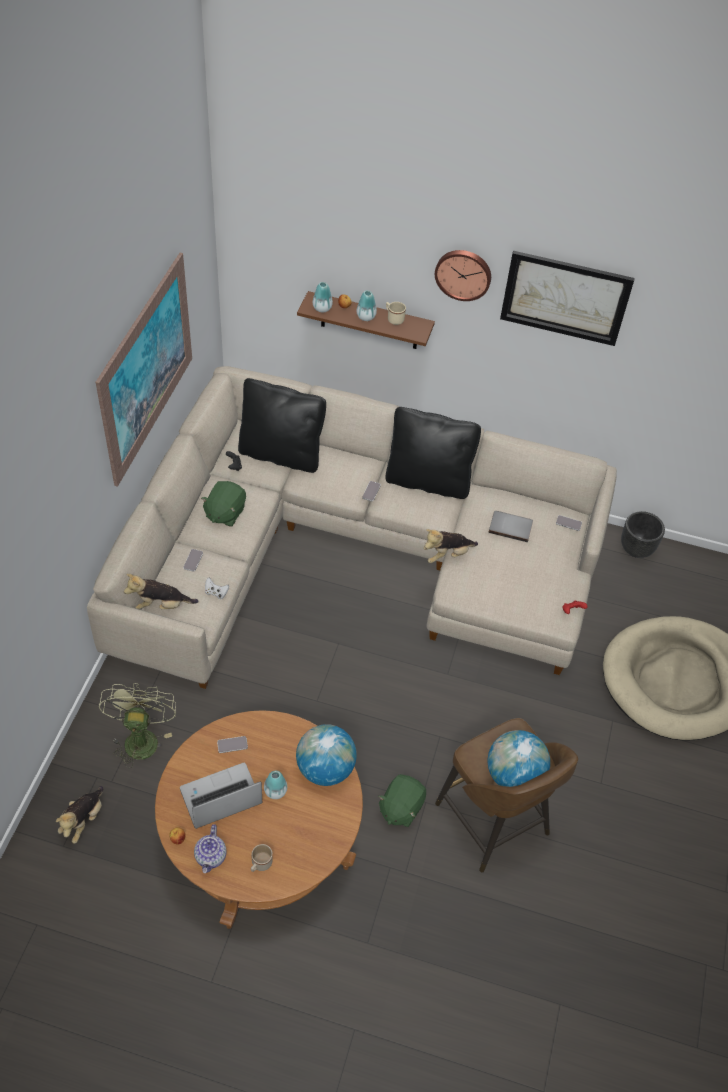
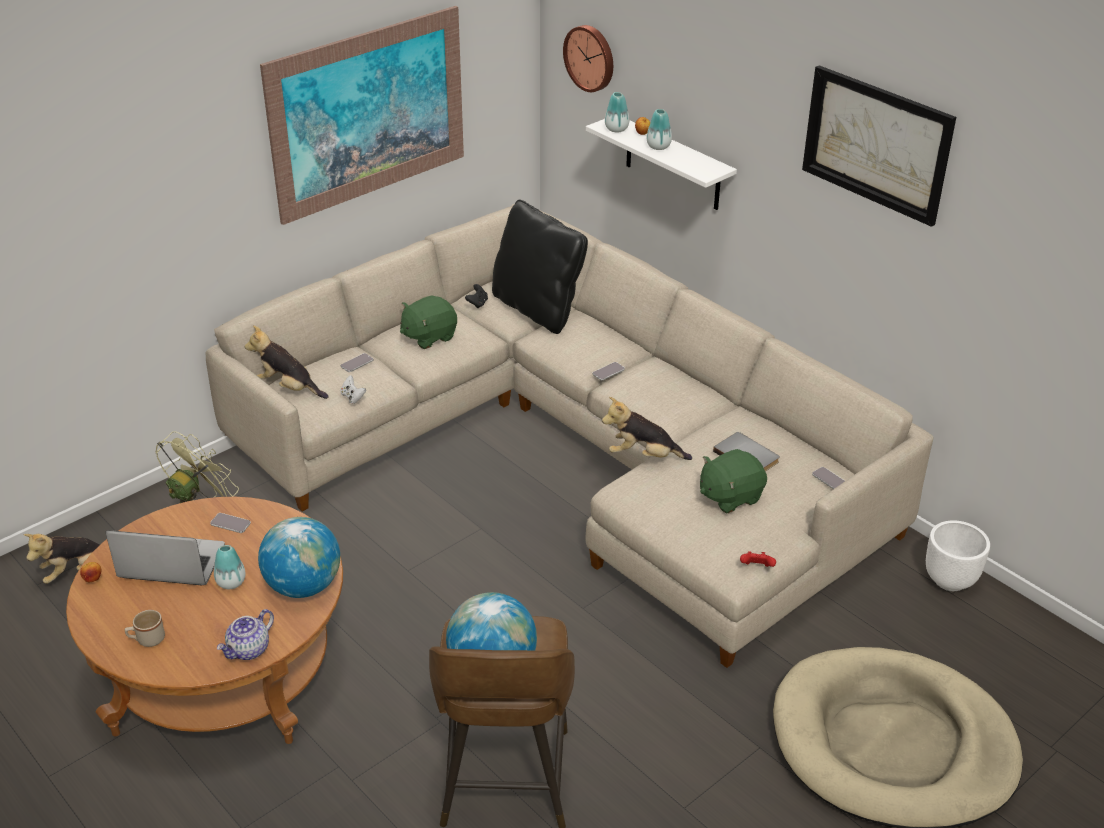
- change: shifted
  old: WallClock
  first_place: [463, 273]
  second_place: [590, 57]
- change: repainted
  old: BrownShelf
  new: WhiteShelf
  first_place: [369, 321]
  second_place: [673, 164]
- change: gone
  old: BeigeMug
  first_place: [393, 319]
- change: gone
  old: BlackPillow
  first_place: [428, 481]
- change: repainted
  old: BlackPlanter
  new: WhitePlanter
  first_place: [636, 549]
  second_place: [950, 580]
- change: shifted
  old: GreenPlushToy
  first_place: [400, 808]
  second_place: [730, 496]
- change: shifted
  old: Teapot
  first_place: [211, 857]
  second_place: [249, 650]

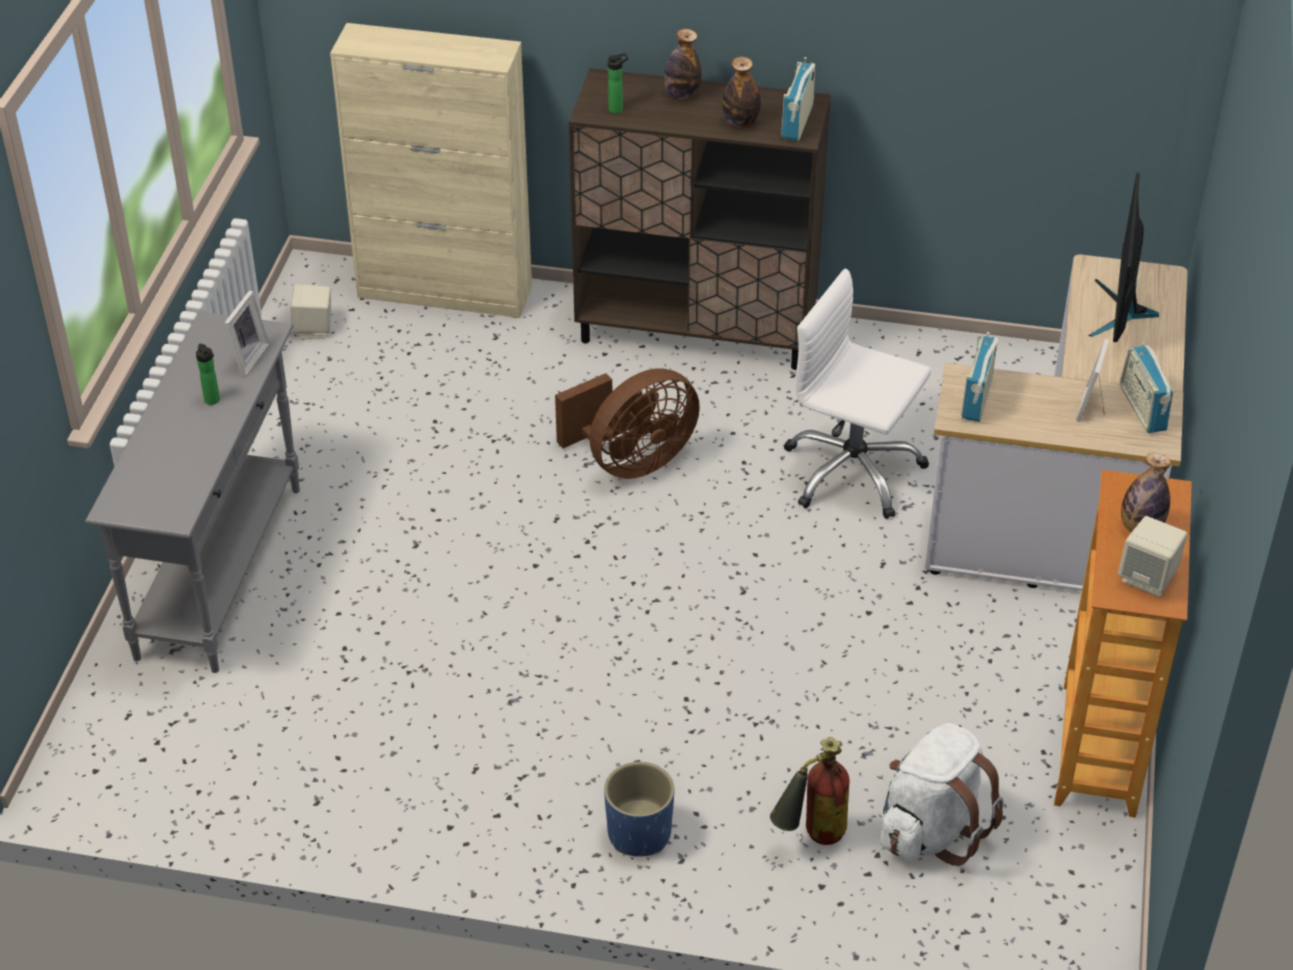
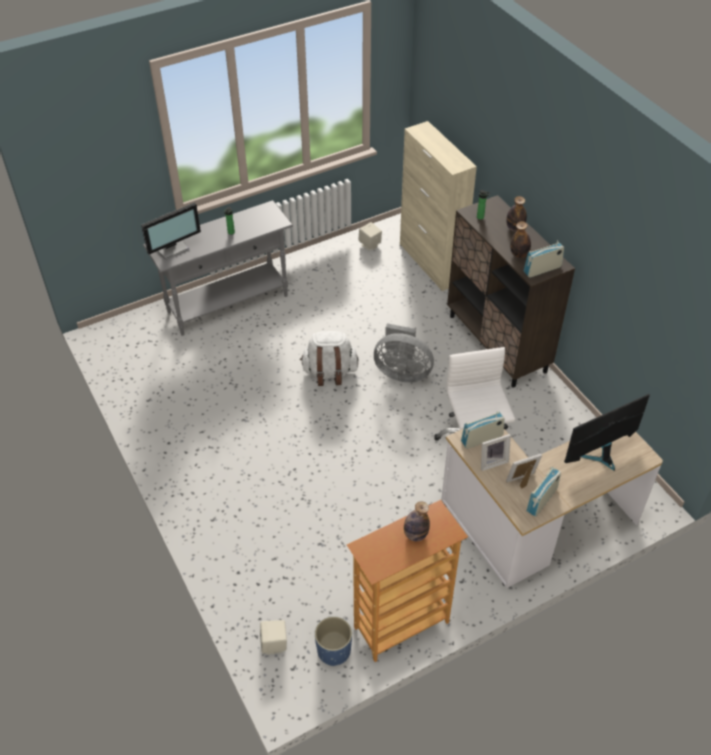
- change: shifted
  old: PictureFrame
  first_place: [246, 357]
  second_place: [492, 461]
- change: repainted
  old: BrownFan
  new: GreyFan
  first_place: [632, 461]
  second_place: [402, 372]
- change: shifted
  old: BeigeSpeaker
  first_place: [1148, 578]
  second_place: [274, 644]
- change: shifted
  old: WhiteBackpack
  first_place: [931, 829]
  second_place: [330, 372]
- change: gone
  old: FireExtinguisher
  first_place: [811, 838]
- change: shifted
  old: BluePlanter
  first_place: [639, 834]
  second_place: [334, 651]
- change: new
  new: Monitor
  second_place: [172, 248]

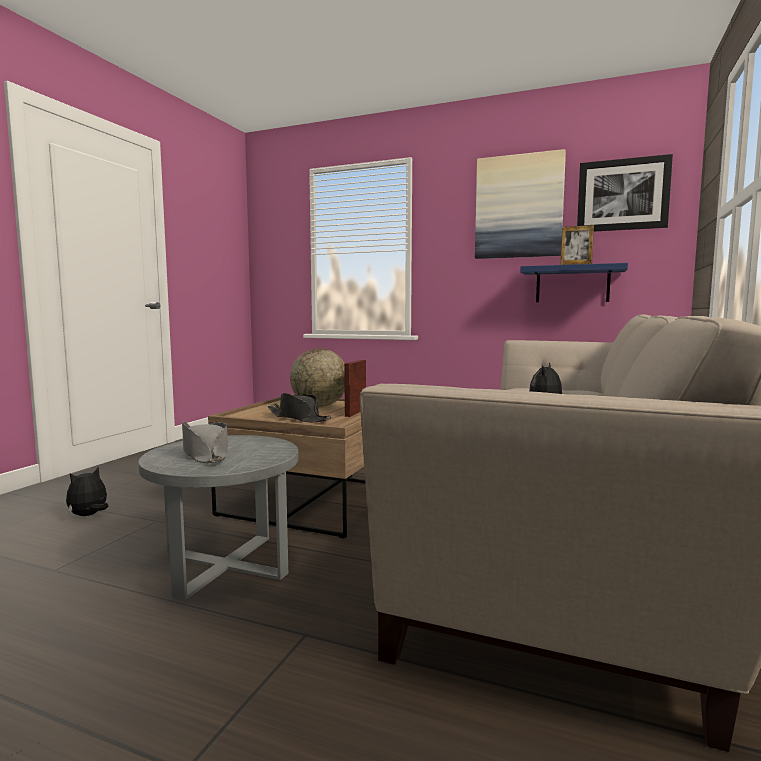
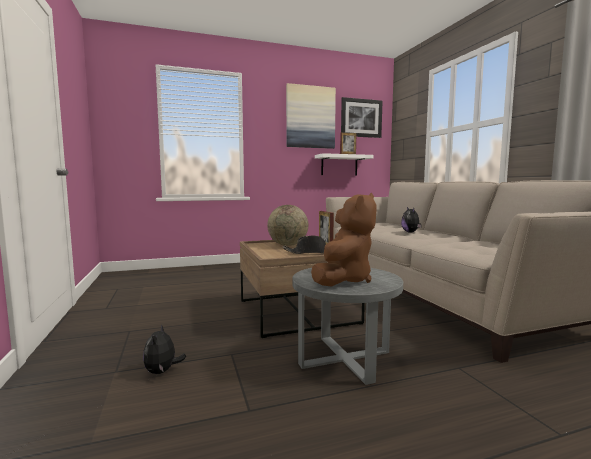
- change: repainted
  old: BlueShelf
  new: WhiteShelf
  first_place: [572, 284]
  second_place: [339, 165]
- change: swapped
  old: GreyHat
  new: BrownPlushToy
  first_place: [205, 453]
  second_place: [343, 280]

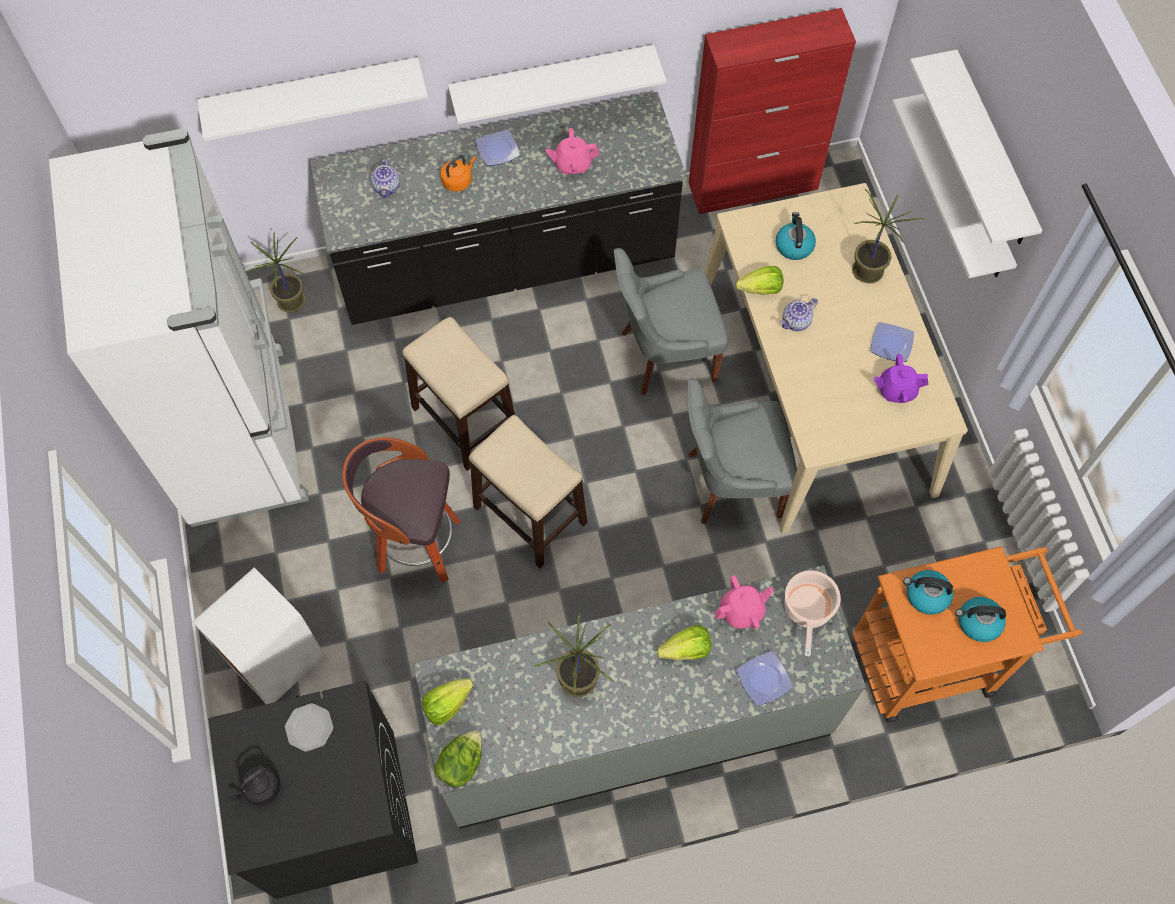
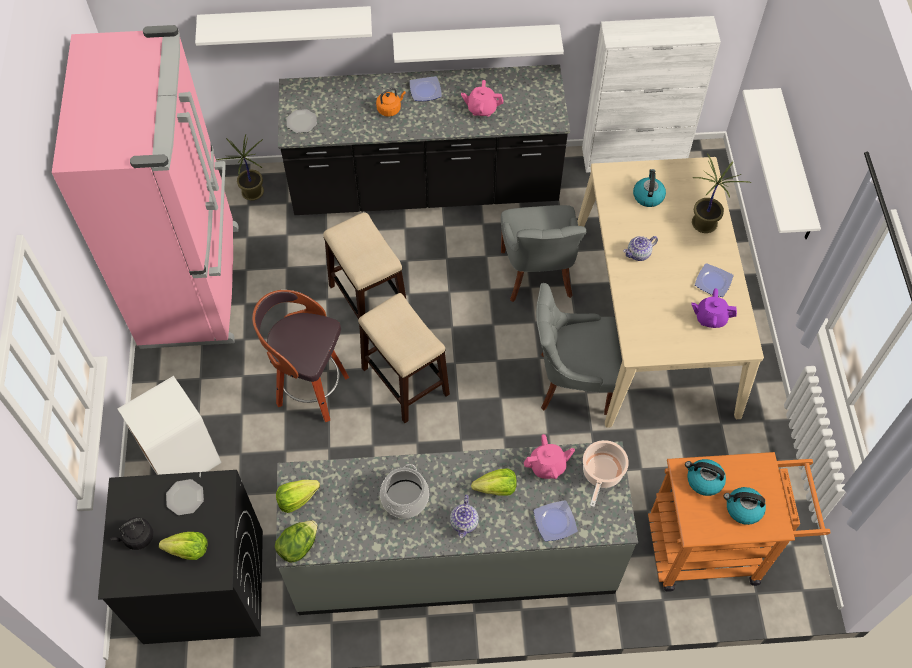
- change: repainted
  old: RedCabinet
  new: WhiteCabinet
  first_place: [754, 186]
  second_place: [634, 157]
- change: gone
  old: WhiteShelf
  first_place: [991, 152]
- change: repainted
  old: WhiteFridge
  new: PinkFridge
  first_place: [241, 433]
  second_place: [193, 285]
- change: shifted
  old: Teapot
  first_place: [387, 187]
  second_place: [464, 523]
- change: rotated
  old: GreyChair
  first_place: [665, 355]
  second_place: [537, 275]
  degrees: -90
- change: shifted
  old: Lettuce
  first_place: [761, 289]
  second_place: [188, 550]
- change: swapped
  old: PottedPlant
  new: CookingPot
  first_place: [578, 681]
  second_place: [405, 498]
- change: new
  new: Plate
  second_place: [301, 122]

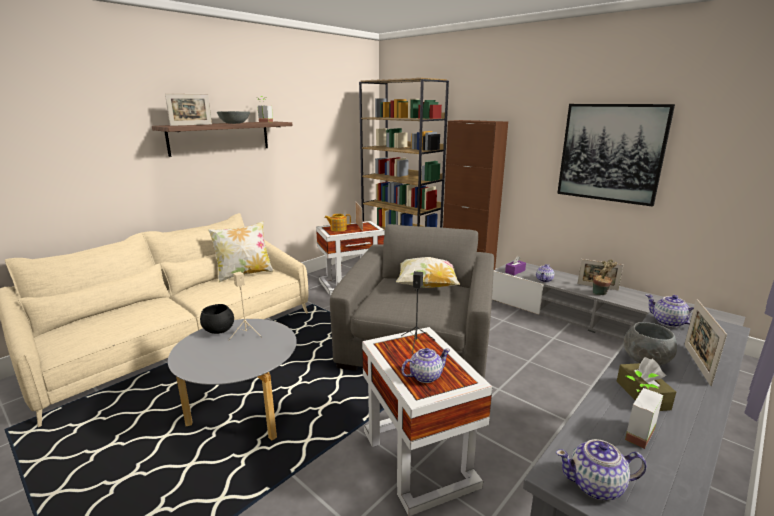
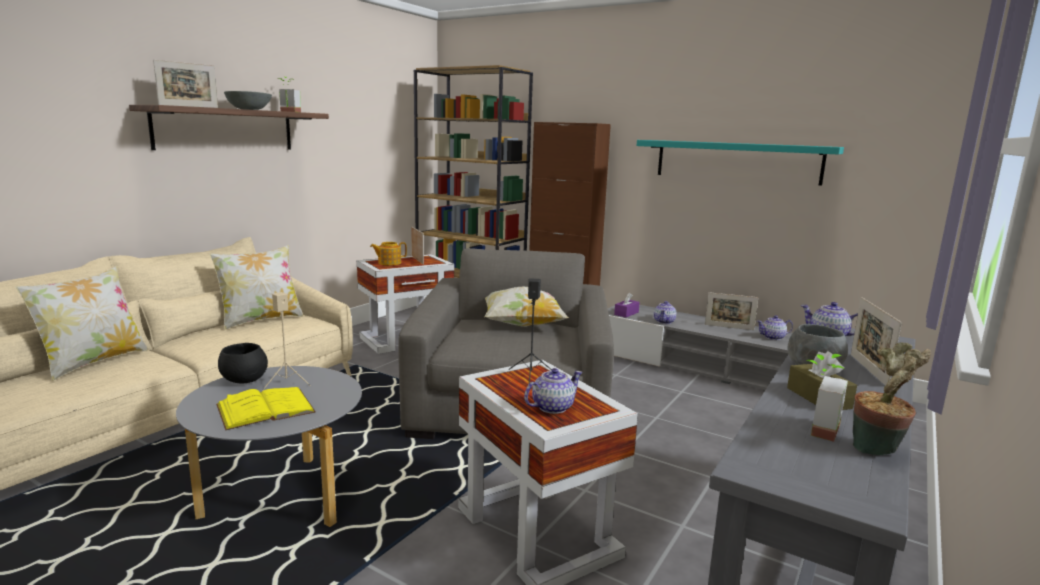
- change: swapped
  old: Picture
  new: TurquoiseShelf
  first_place: [611, 153]
  second_place: [736, 161]
- change: shifted
  old: PottedPlant
  first_place: [600, 294]
  second_place: [878, 451]
- change: shifted
  old: Teapot
  first_place: [596, 485]
  second_place: [773, 337]
- change: new
  new: Pillow
  second_place: [93, 362]
- change: new
  new: YellowBook
  second_place: [265, 408]

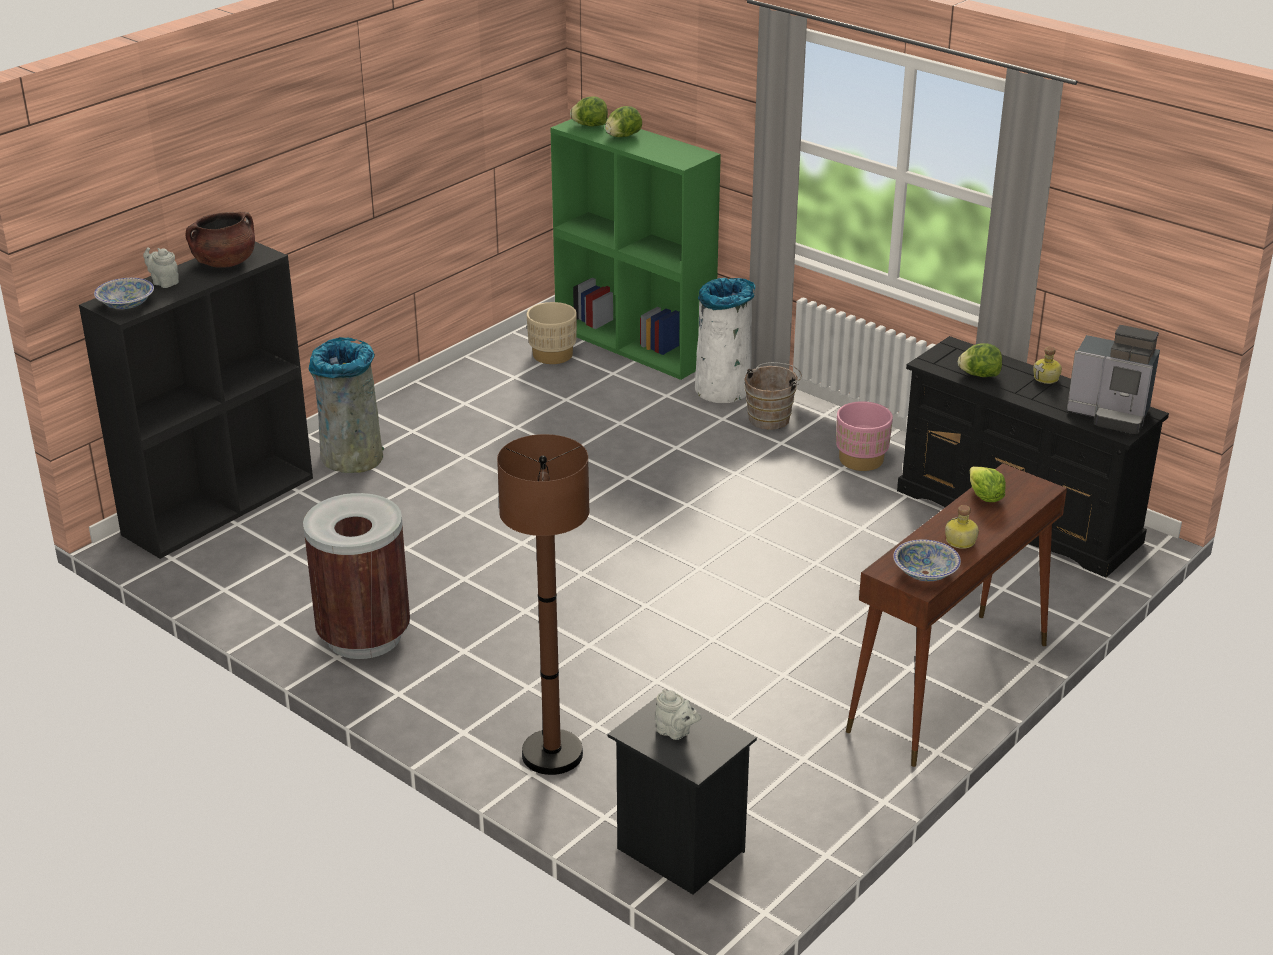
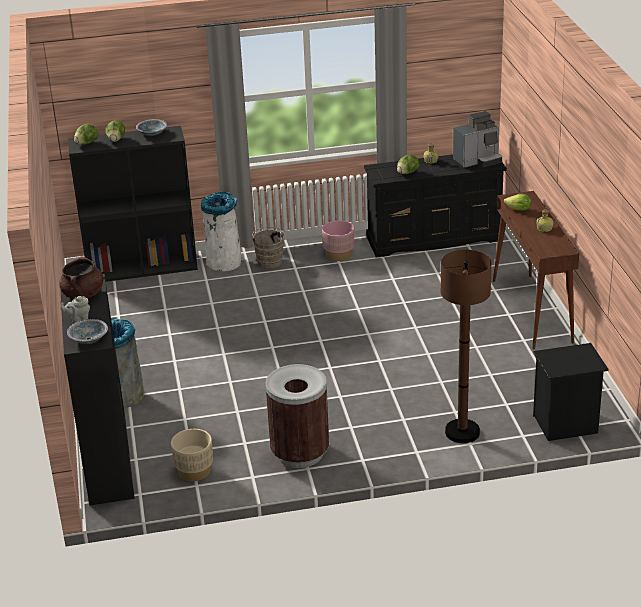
- change: repainted
  old: GreenBookcase
  new: BlackBookcase
  first_place: [636, 344]
  second_place: [142, 267]
- change: shifted
  old: BeigePlanter
  first_place: [552, 355]
  second_place: [194, 471]
- change: shifted
  old: Bowl
  first_place: [925, 573]
  second_place: [152, 133]
- change: gone
  old: GreyTeapot
  first_place: [675, 732]

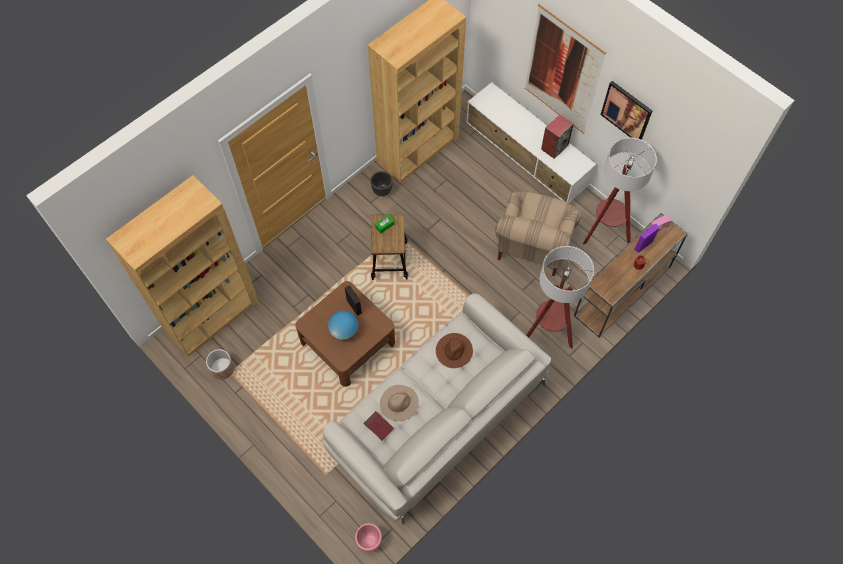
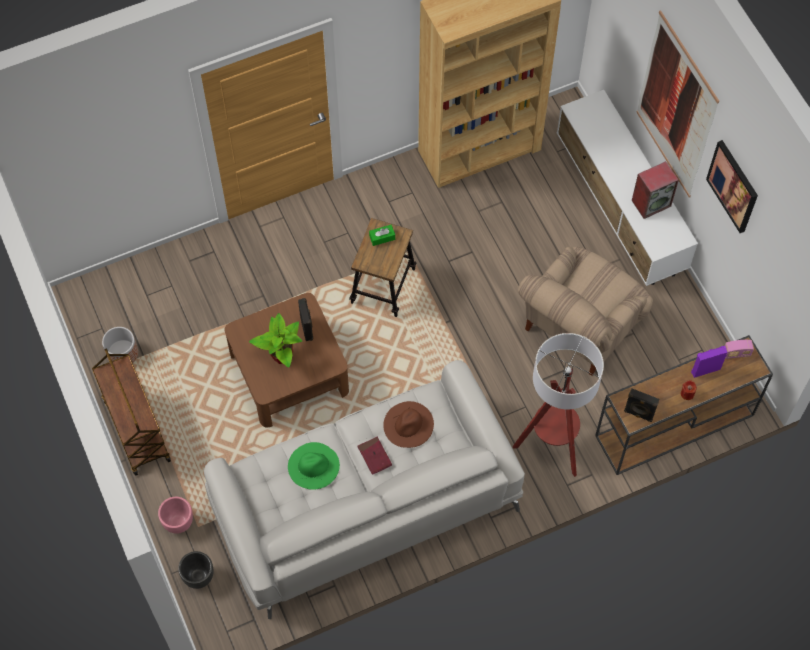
- change: gone
  old: FloorLamp
  first_place: [605, 231]
- change: shifted
  old: BlackPlanter
  first_place: [382, 191]
  second_place: [199, 576]
- change: gone
  old: BrownBookcase
  first_place: [213, 316]
- change: swapped
  old: Globe
  new: PottedPlant
  first_place: [344, 331]
  second_place: [282, 355]
- change: repainted
  old: BeigeHat
  new: GreenHat
  first_place: [399, 402]
  second_place: [313, 465]
- change: shifted
  old: RedBook
  first_place: [378, 426]
  second_place: [374, 456]
- change: shifted
  old: PinkPlanter
  first_place: [369, 541]
  second_place: [178, 523]
- change: new
  new: BrownCart
  second_place: [136, 429]
- change: new
  new: BlackSpeaker
  second_place: [638, 414]

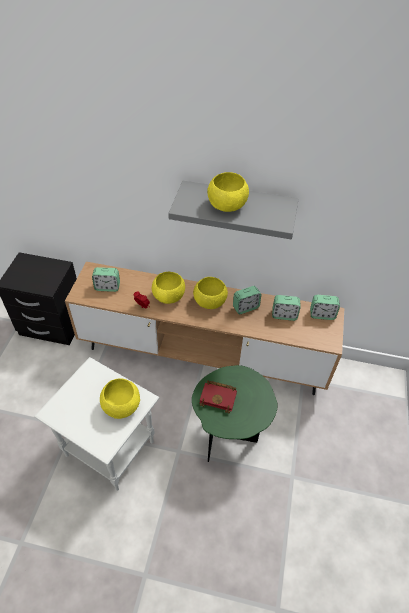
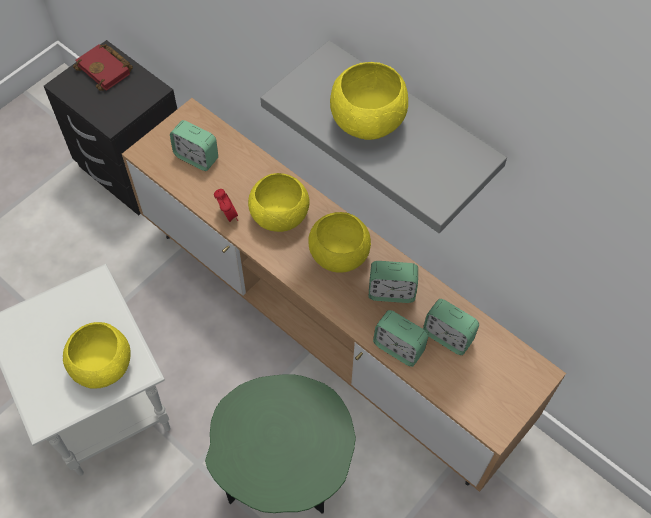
- change: shifted
  old: AlarmClock
  first_place: [322, 314]
  second_place: [398, 347]
- change: shifted
  old: RedBook
  first_place: [219, 397]
  second_place: [106, 70]

